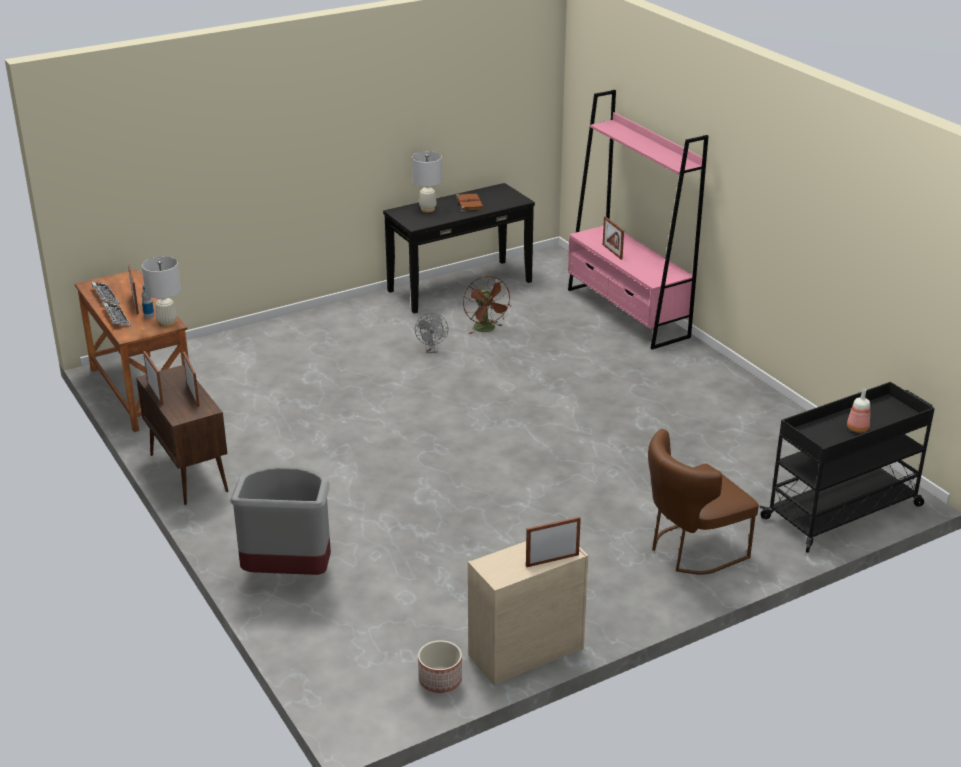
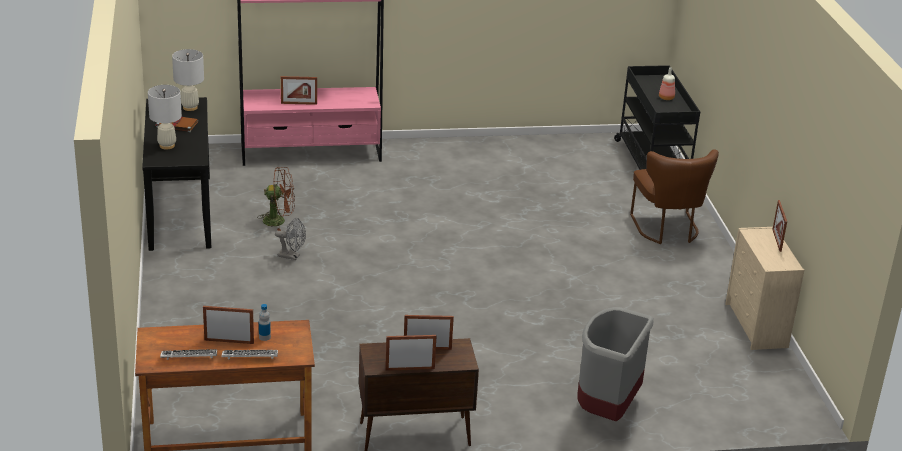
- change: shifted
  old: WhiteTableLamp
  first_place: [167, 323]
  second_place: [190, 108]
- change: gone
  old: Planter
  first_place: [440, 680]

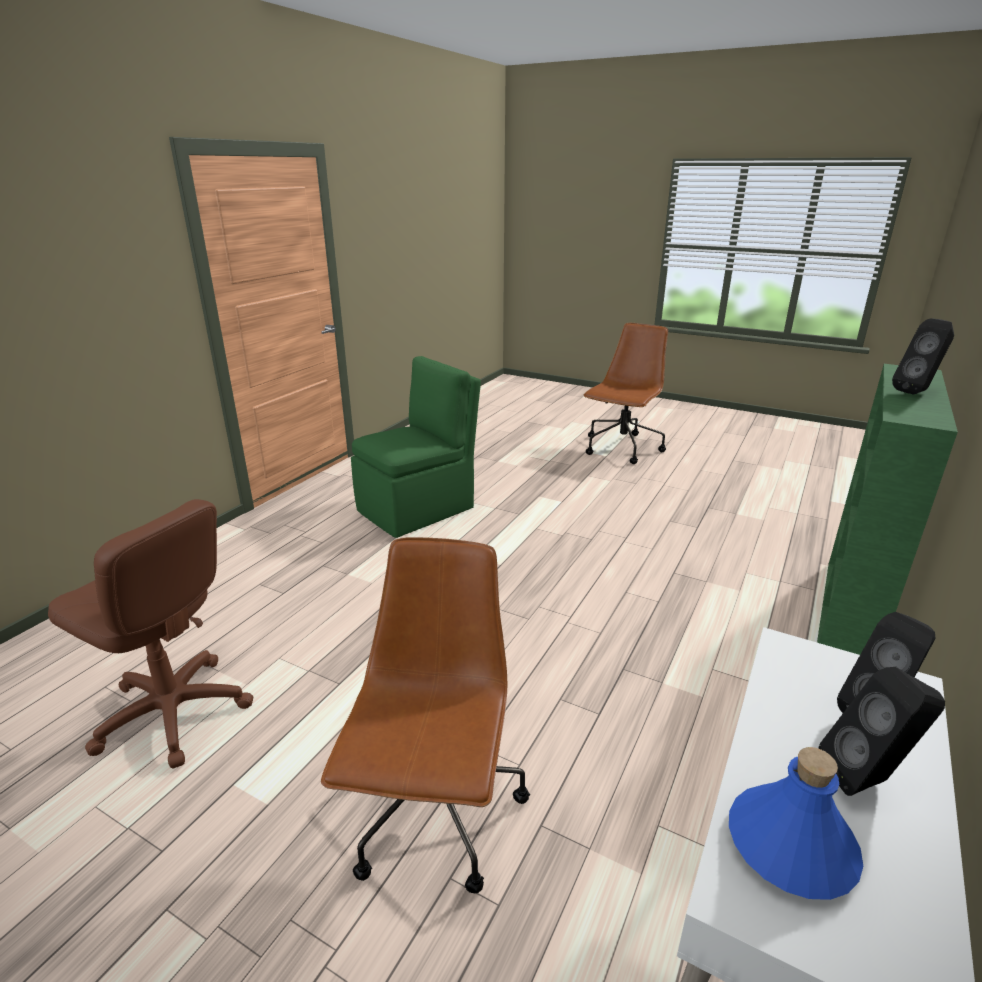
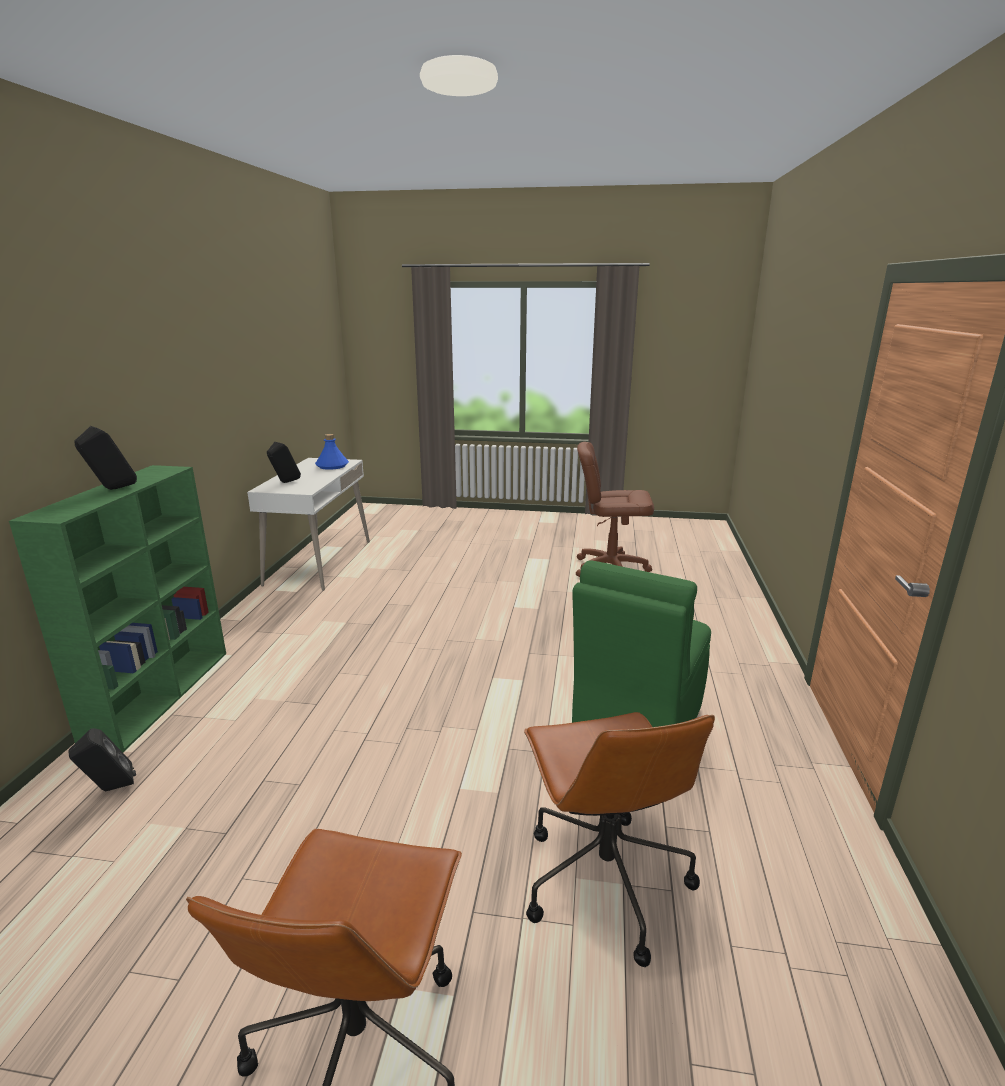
- change: shifted
  old: BrownOfficeChair
  first_place: [434, 815]
  second_place: [603, 879]
- change: shifted
  old: BlackSpeaker
  first_place: [867, 779]
  second_place: [110, 789]

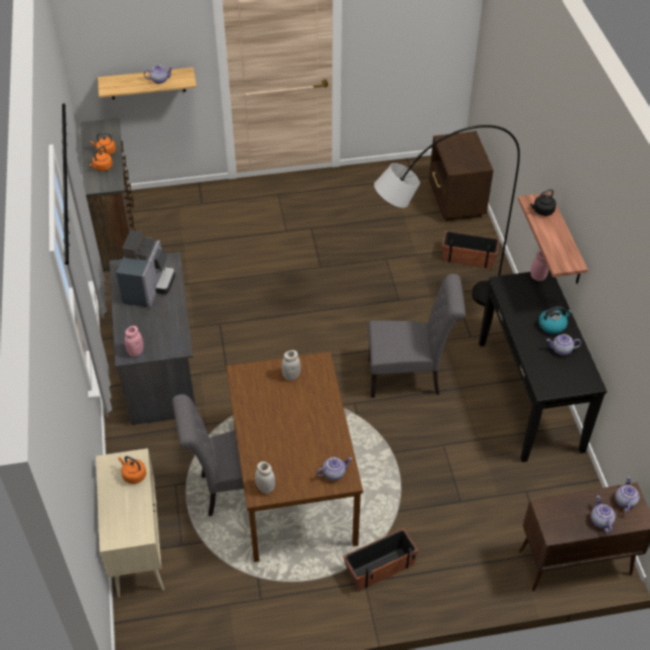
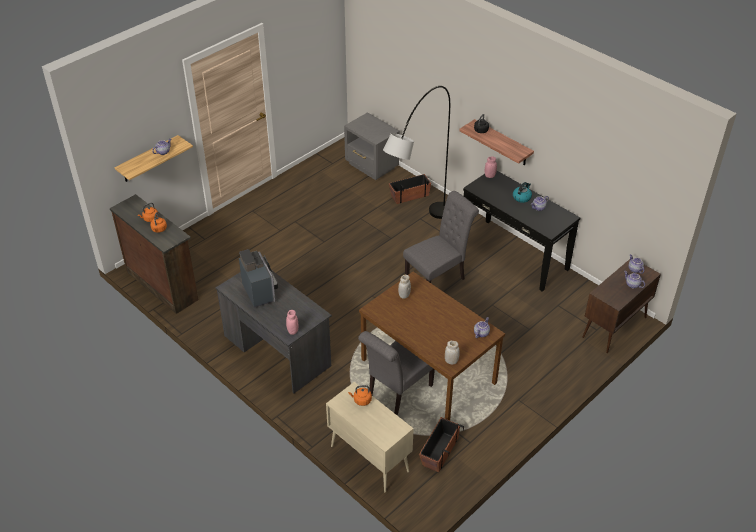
- change: repainted
  old: BrownNightstand
  new: GreyNightstand
  first_place: [455, 202]
  second_place: [372, 166]
- change: shifted
  old: Planter
  first_place: [380, 567]
  second_place: [439, 451]

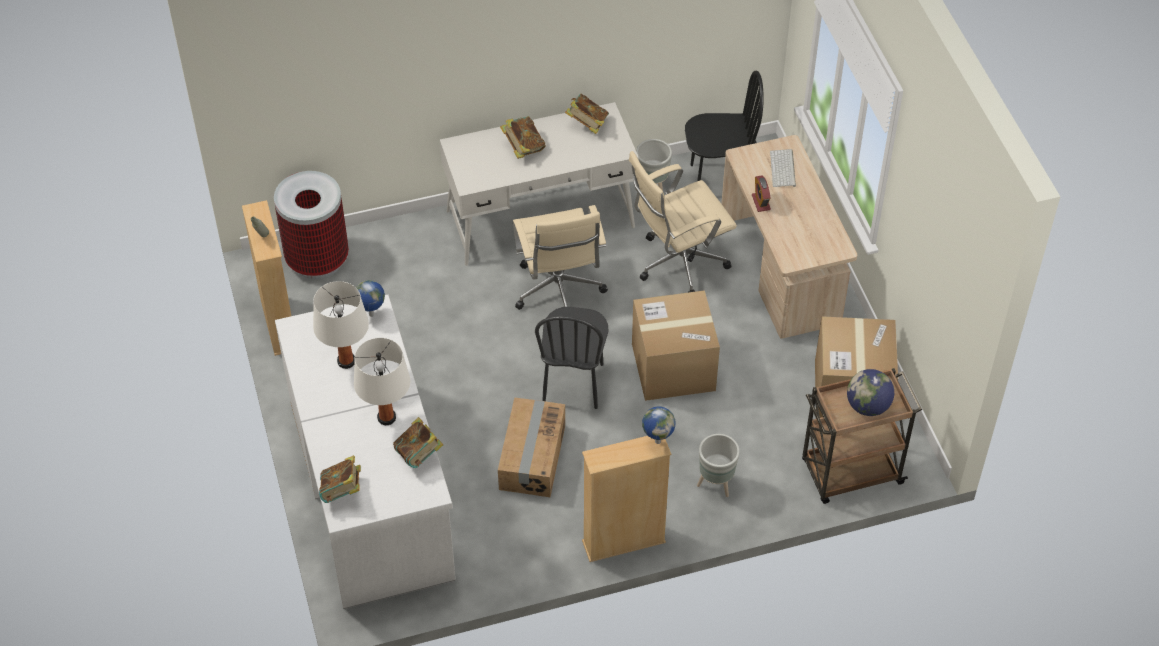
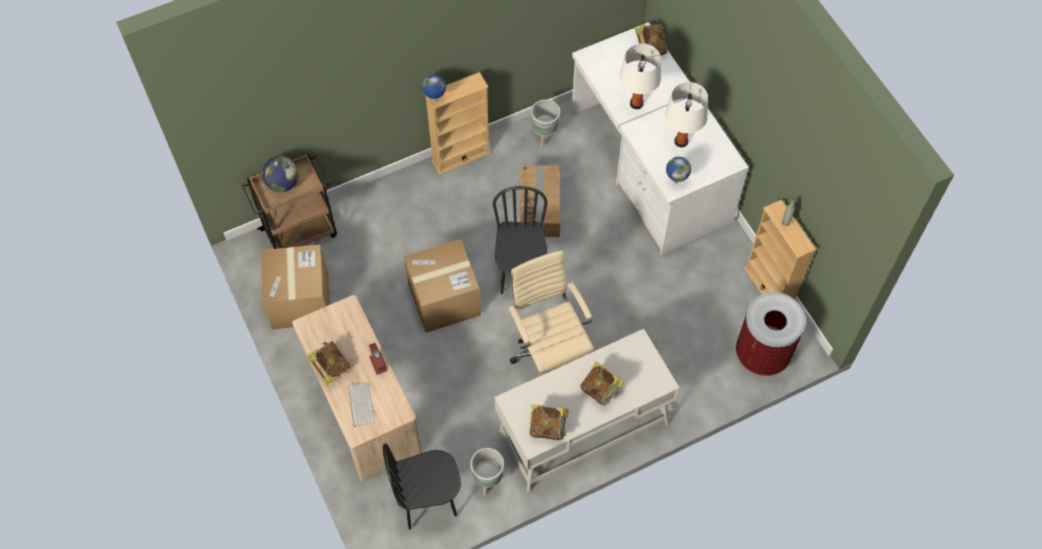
- change: gone
  old: BeigeOfficeChair
  first_place: [677, 264]
- change: shifted
  old: Book
  first_place: [419, 455]
  second_place: [330, 368]
- change: shifted
  old: GreyPlanter
  first_place: [715, 483]
  second_place: [545, 136]

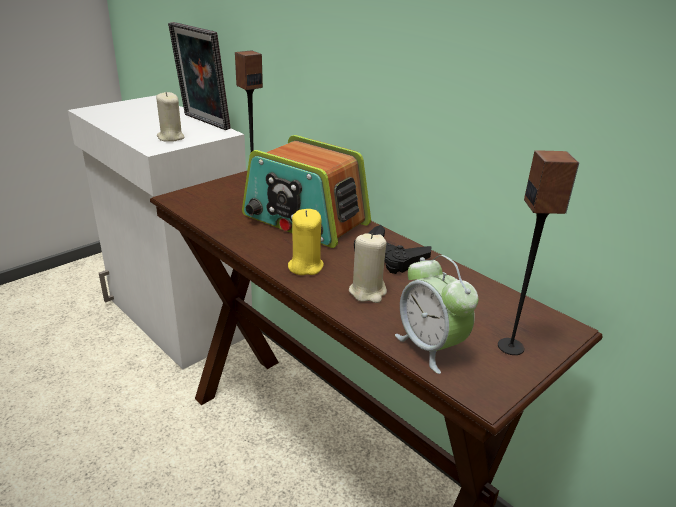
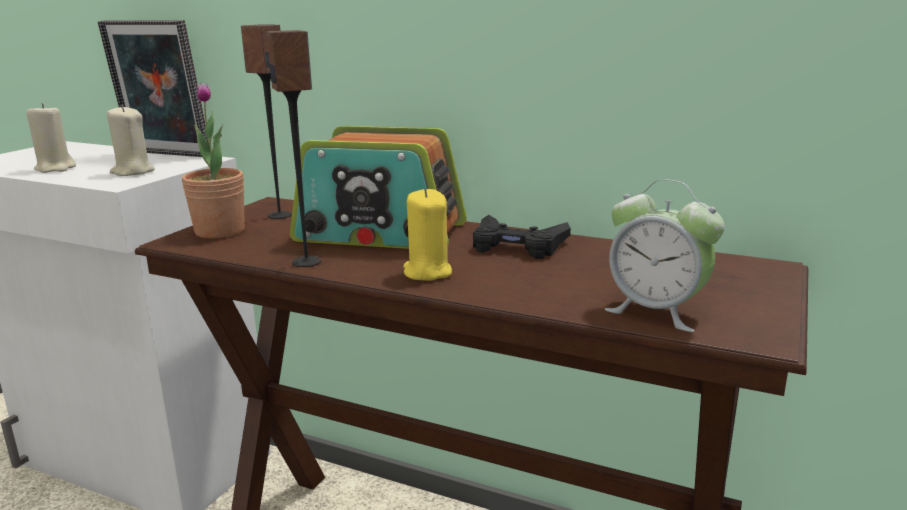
- change: shifted
  old: Speaker
  first_place: [511, 347]
  second_place: [307, 262]
- change: shifted
  old: BeigeCandle
  first_place: [367, 292]
  second_place: [55, 168]
- change: new
  new: PottedPlant
  second_place: [220, 231]

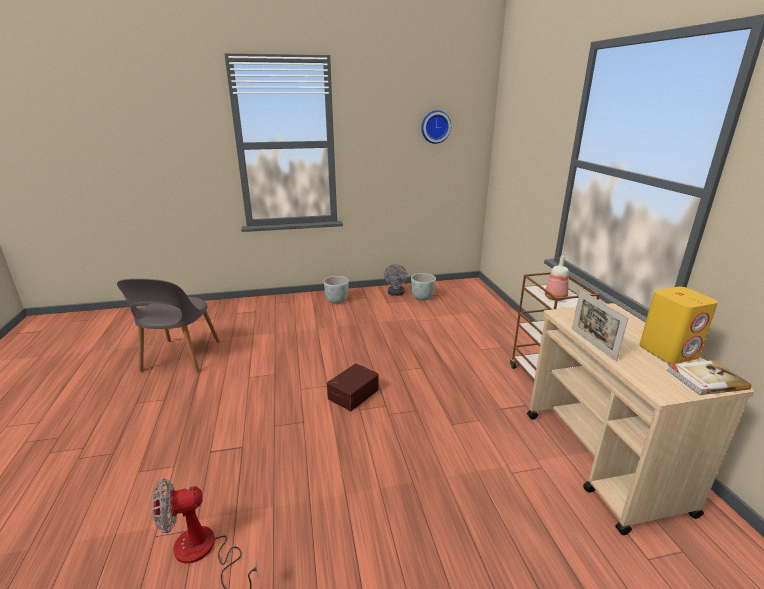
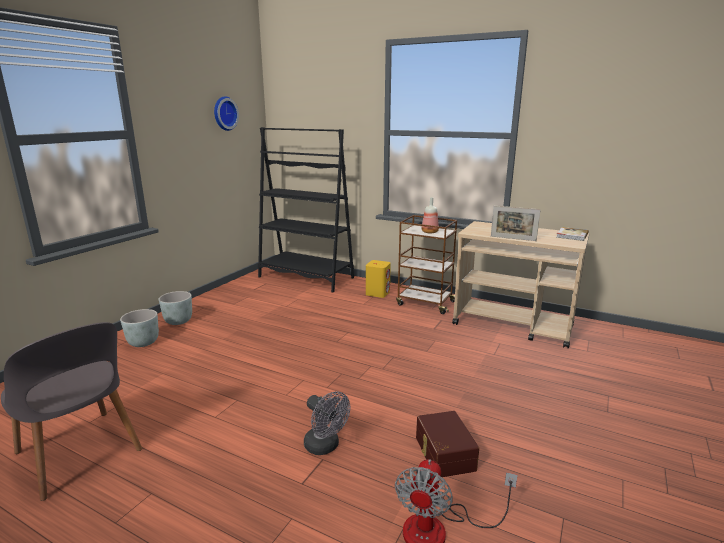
- change: shifted
  old: GreyFan
  first_place: [395, 294]
  second_place: [325, 447]
- change: shifted
  old: GreyPlanter
  first_place: [422, 297]
  second_place: [143, 343]
- change: shifted
  old: YellowSpeaker
  first_place: [668, 352]
  second_place: [378, 293]
- change: shifted
  old: BrownStorageBox
  first_place: [352, 394]
  second_place: [443, 454]
- change: new
  new: BlackBookcase
  second_place: [306, 277]

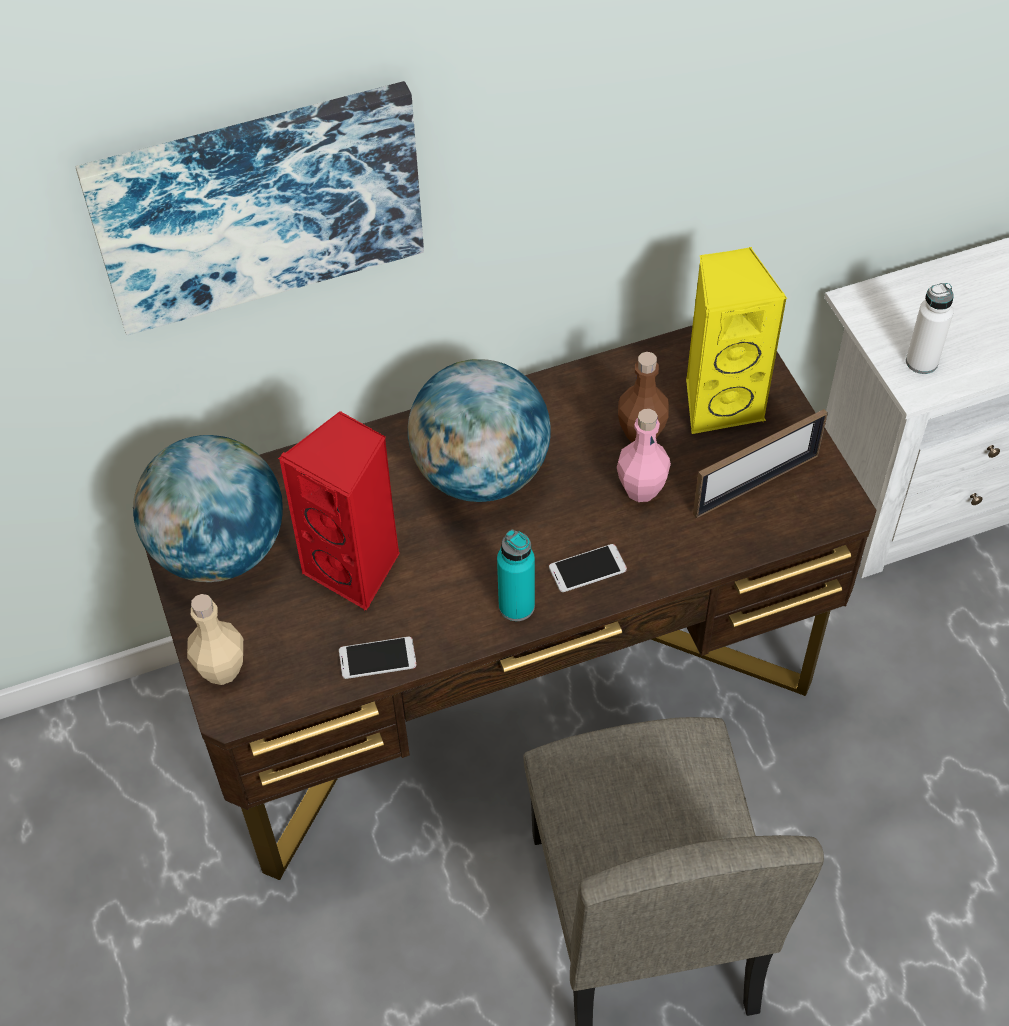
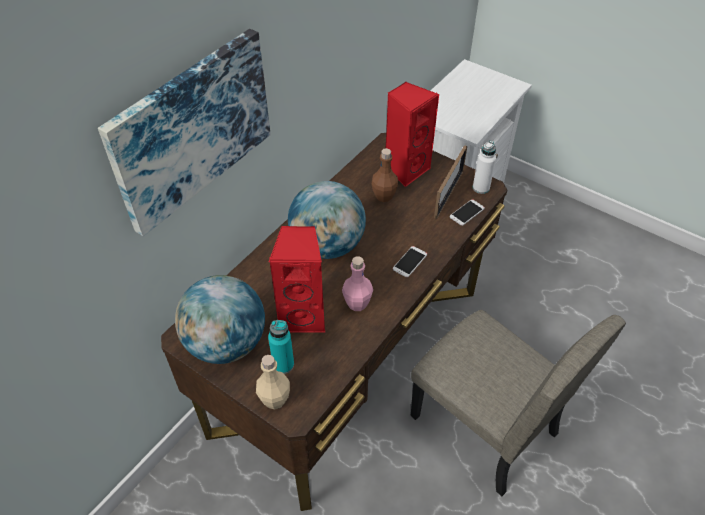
- change: repainted
  old: YellowSpeaker
  new: RedSpeaker
  first_place: [720, 402]
  second_place: [405, 169]
- change: shifted
  old: WhiteBottle
  first_place: [921, 362]
  second_place: [481, 188]
- change: shifted
  old: PinkBottle
  first_place: [641, 489]
  second_place: [357, 304]
- change: shifted
  old: TurquoiseBottle
  first_place: [516, 606]
  second_place: [283, 364]
- change: shifted
  old: Phone
  first_place: [377, 658]
  second_place: [467, 212]

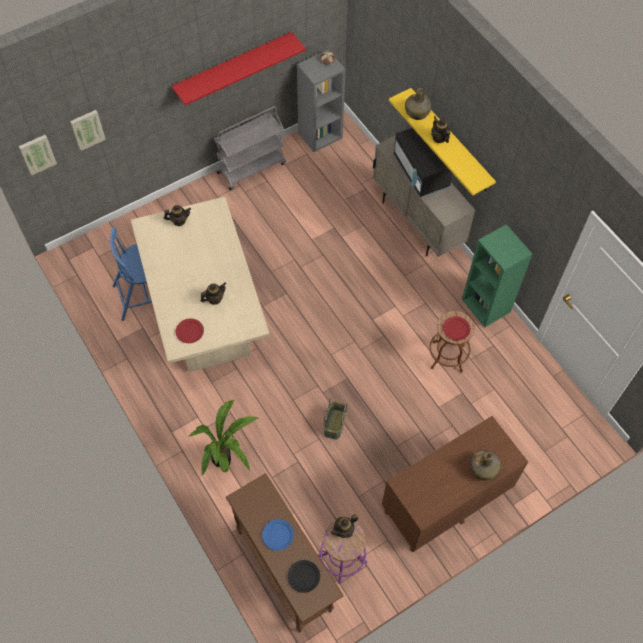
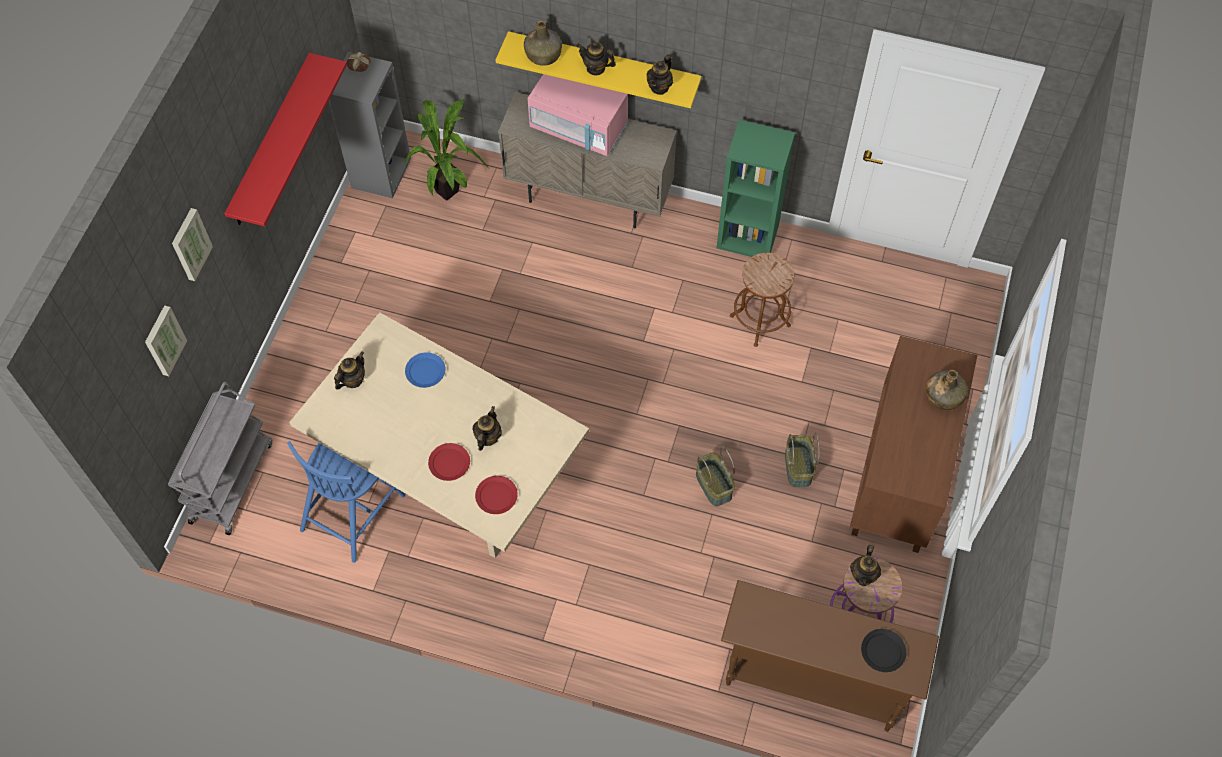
- change: shifted
  old: GreyCart
  first_place: [251, 167]
  second_place: [231, 481]
- change: repainted
  old: BlackMicrowave
  new: PinkMicrowave
  first_place: [421, 172]
  second_place: [579, 128]
- change: shifted
  old: Picture
  first_place: [37, 153]
  second_place: [190, 244]
- change: shifted
  old: RedPlate
  first_place: [456, 329]
  second_place: [449, 462]
- change: shifted
  old: PottedPlant
  first_place: [226, 460]
  second_place: [450, 189]
- change: shifted
  old: BluePlate
  first_place: [278, 535]
  second_place: [425, 371]
- change: new
  new: Teapot
  second_place: [659, 87]
- change: new
  new: Basket
  second_place: [797, 466]

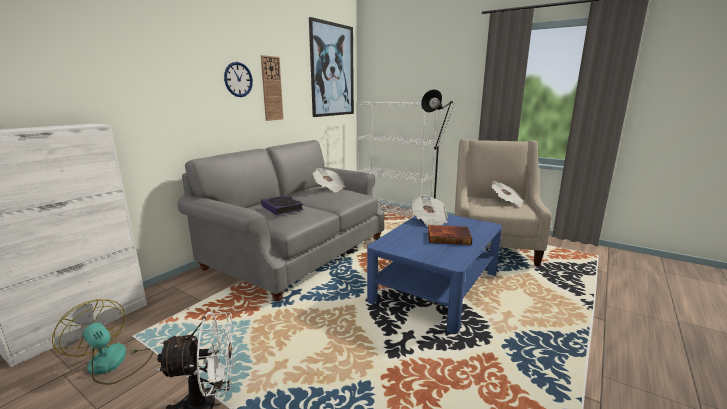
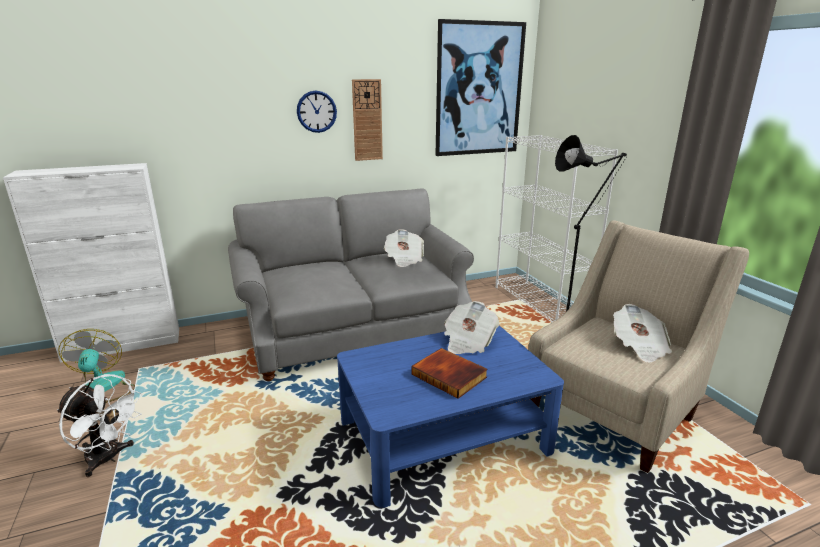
- change: gone
  old: Book
  first_place: [282, 208]

